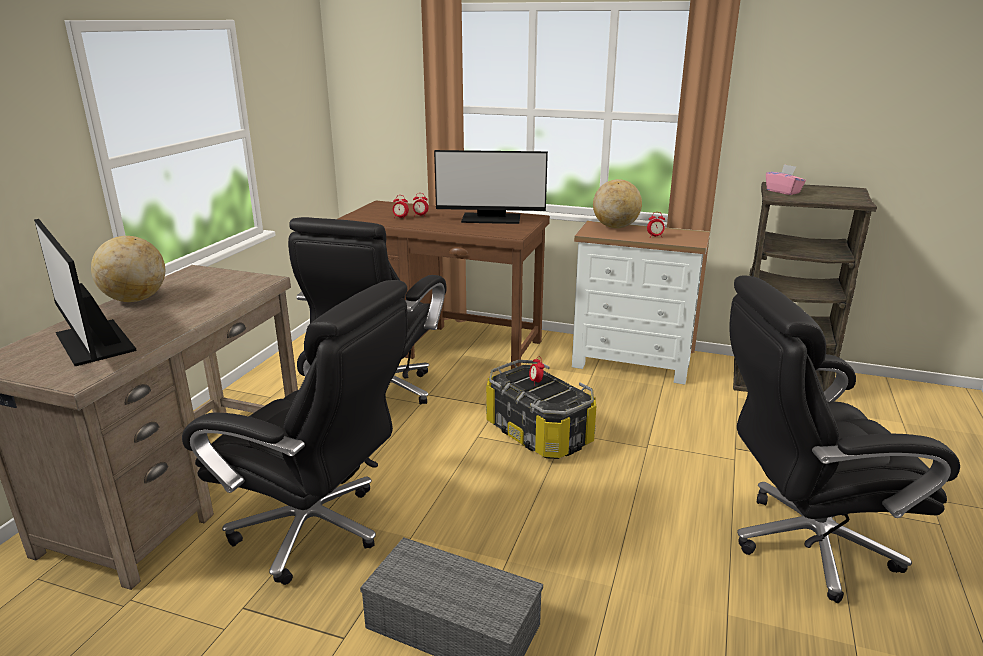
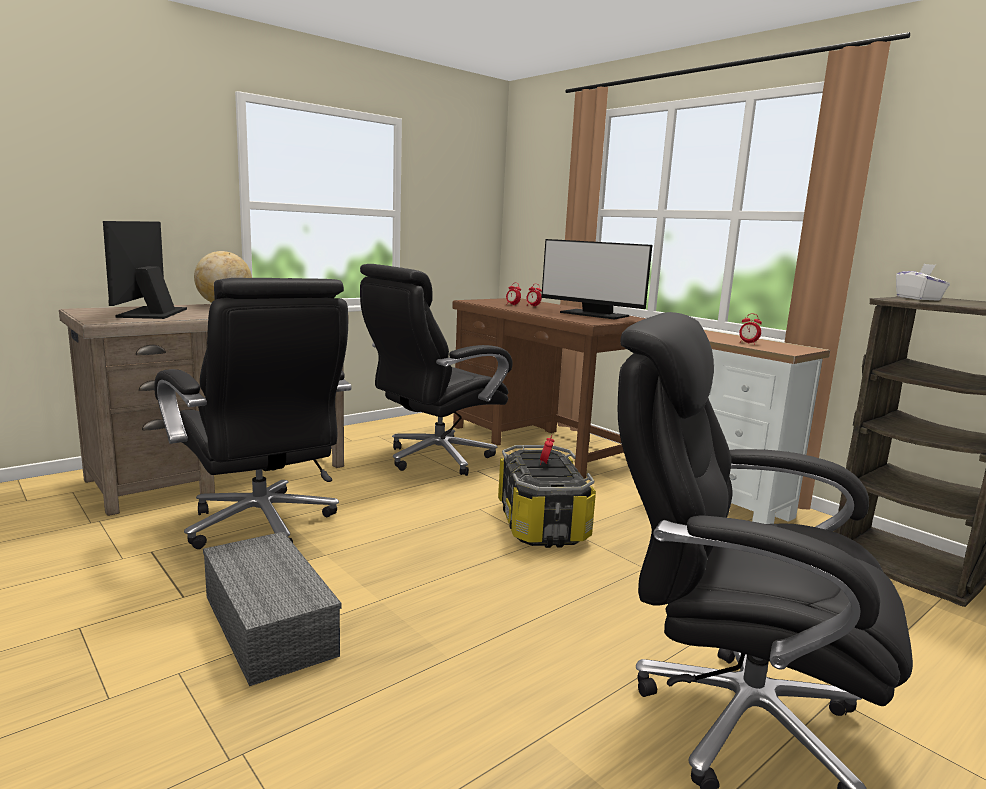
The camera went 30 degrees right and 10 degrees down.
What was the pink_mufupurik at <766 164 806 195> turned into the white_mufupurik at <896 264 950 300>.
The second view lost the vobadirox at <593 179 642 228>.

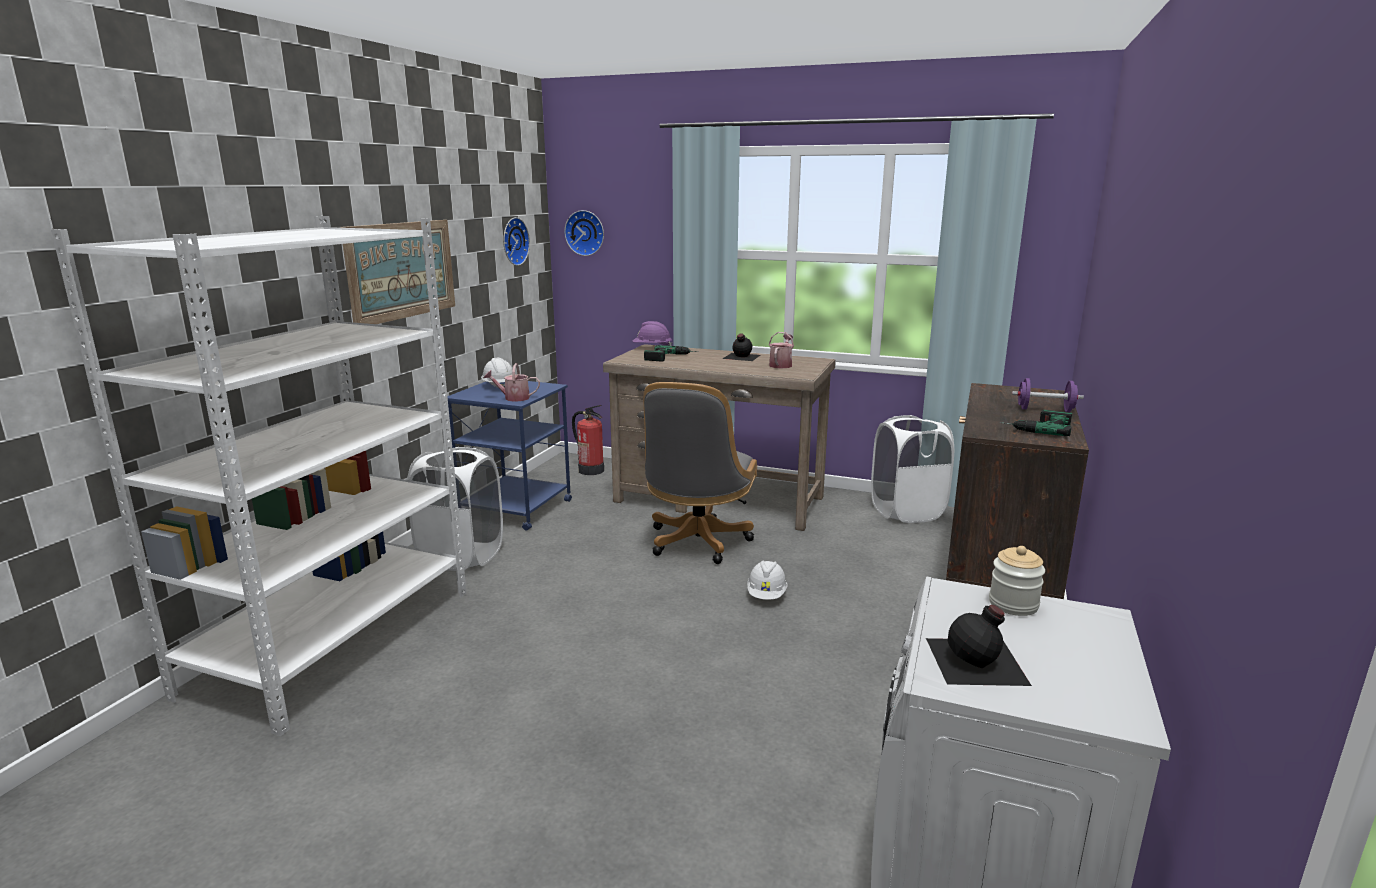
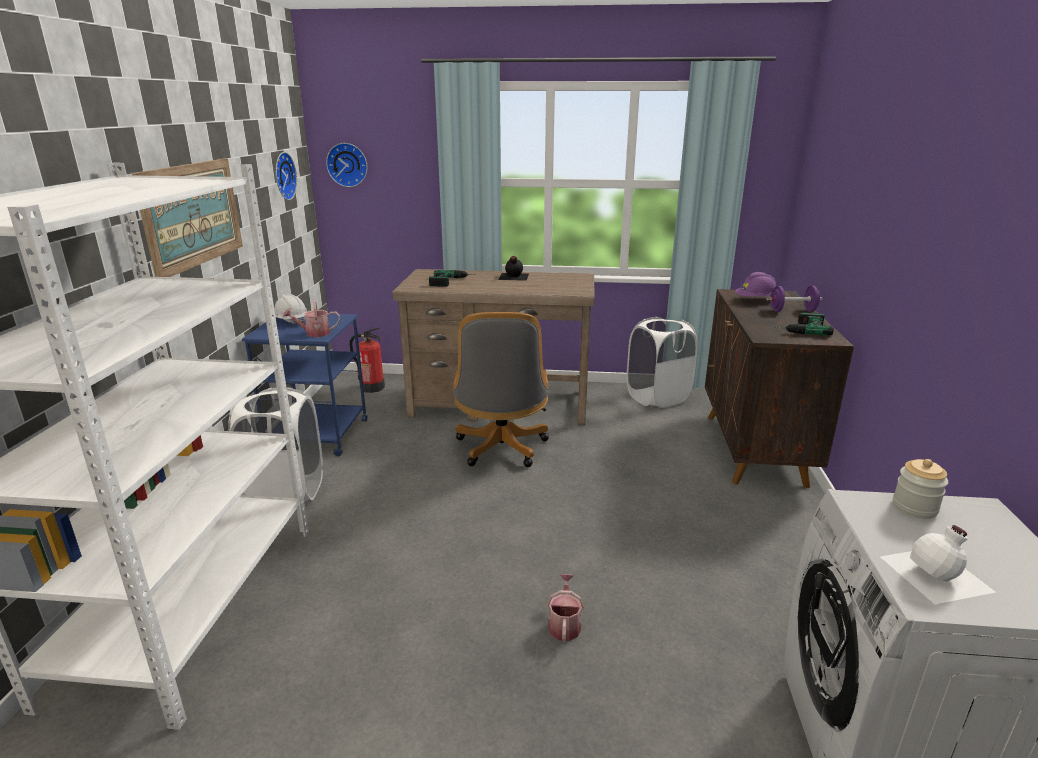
The camera went 15 degrees left and 5 degrees up.
The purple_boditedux ended up elsewhere, having gone from <632 321 673 346> to <735 272 776 297>.
The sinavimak ended up elsewhere, having gone from <768 332 794 368> to <547 574 584 642>.
The second view lost the white_boditedux at <747 561 788 600>.
What was the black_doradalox at <926 605 1032 686> turned into the white_doradalox at <880 525 996 604>.

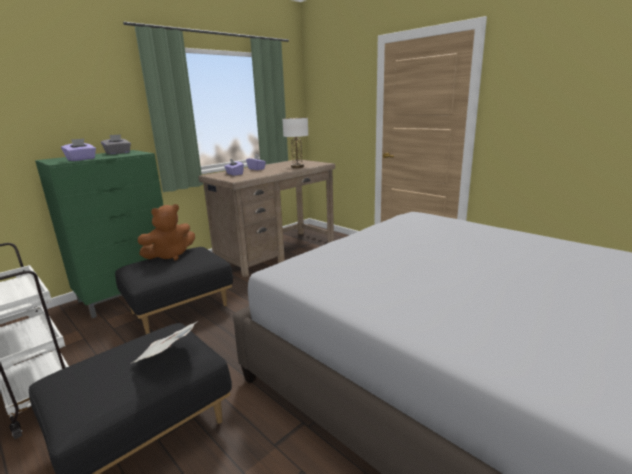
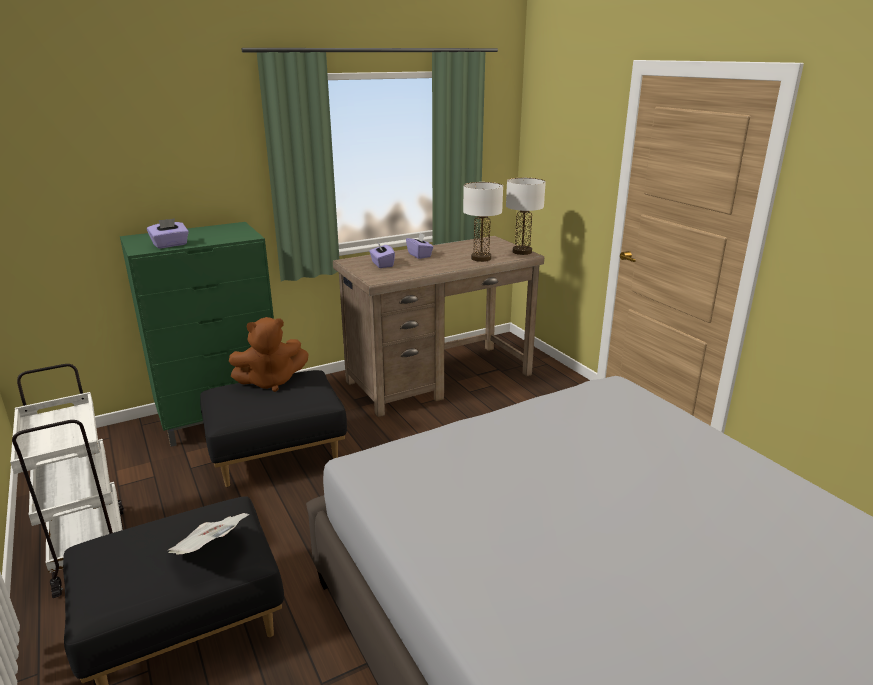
The camera went 15 degrees right and 5 degrees up.
The second view lost the grey_mufupurik at <101 134 131 155>.
The second view gained the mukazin at <506 178 546 255>.

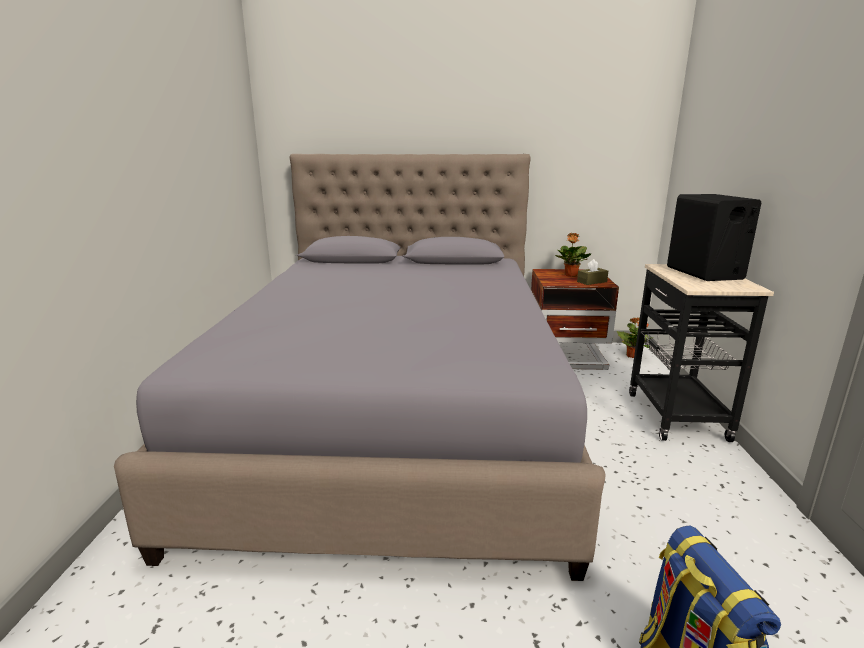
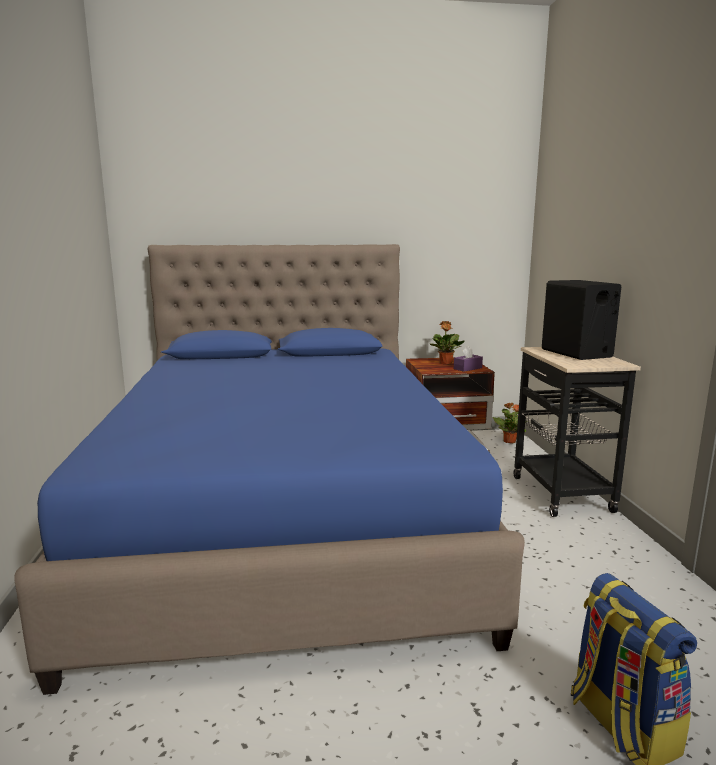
The camera went 10 degrees left and 5 degrees down.
What was the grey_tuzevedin at <114 154 606 581> turned into the blue_tuzevedin at <14 244 525 695>.
What was the brown_mufupurik at <577 259 608 285> turned into the purple_mufupurik at <454 346 483 372>.

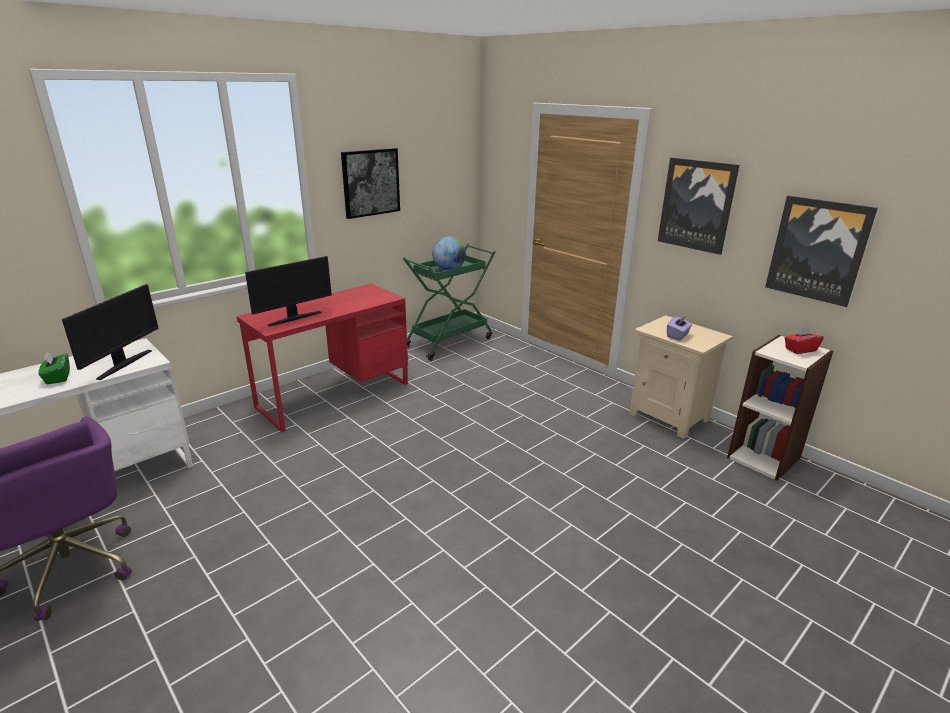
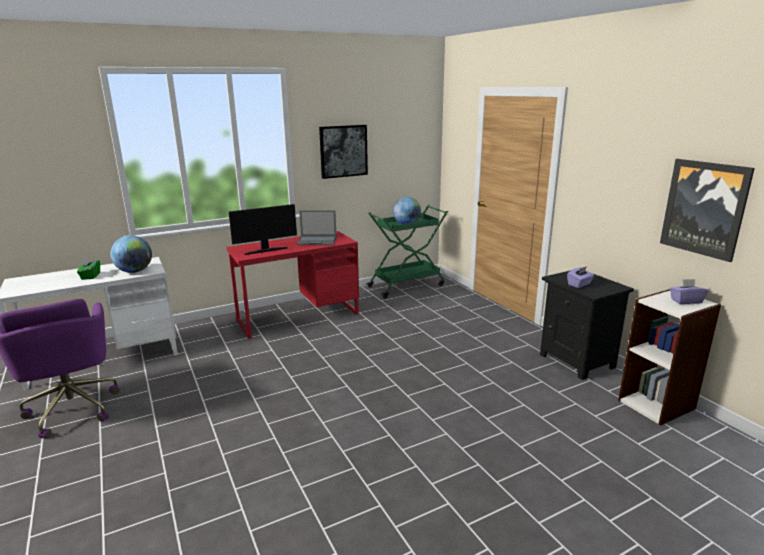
The camera went 15 degrees right and 5 degrees down.
The second view lost the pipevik at <658 158 739 255>.
Where the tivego stood at <62 284 159 380>, the vobadirox came to stand at <110 235 152 273>.
What was the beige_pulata at <629 315 733 439> turned into the black_pulata at <540 270 634 380>.
What was the red_mufupurik at <785 326 824 354> turned into the purple_mufupurik at <670 279 708 304>.
The second view gained the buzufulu at <296 210 337 245>.

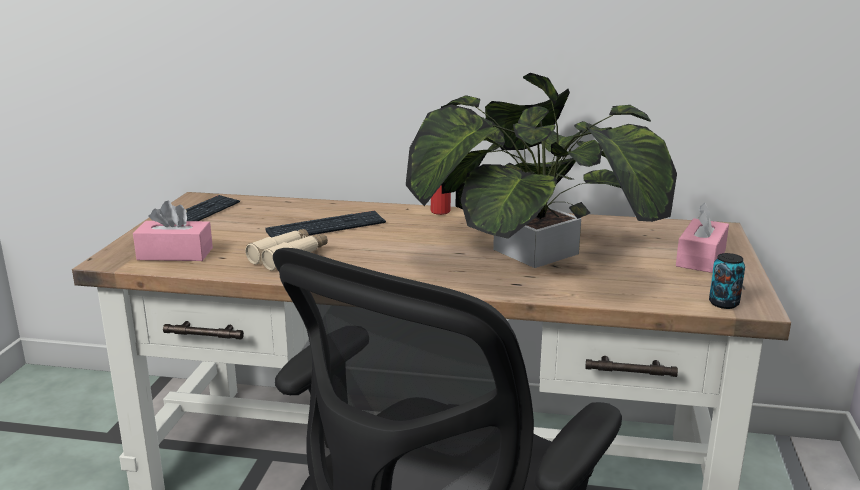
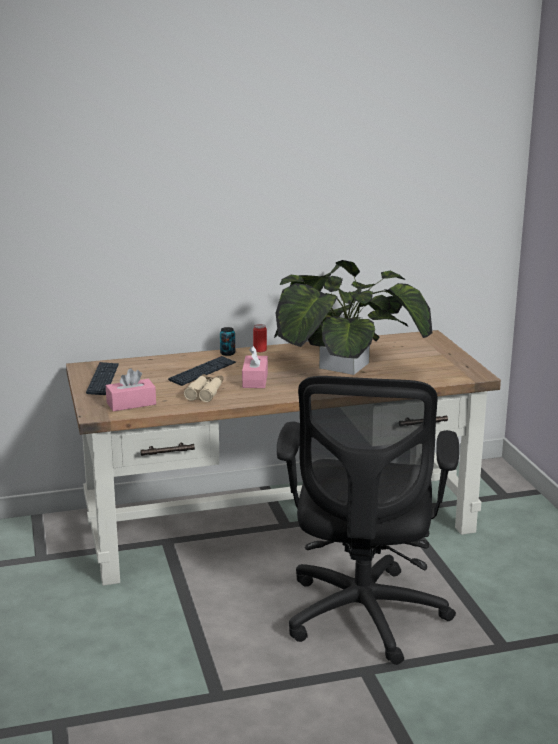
The camera went 25 degrees left and 0 degrees up.
The pink_mufupurik ended up elsewhere, having gone from <676 203 729 273> to <242 346 268 388>.
The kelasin ended up elsewhere, having gone from <709 253 745 309> to <220 327 235 356>.

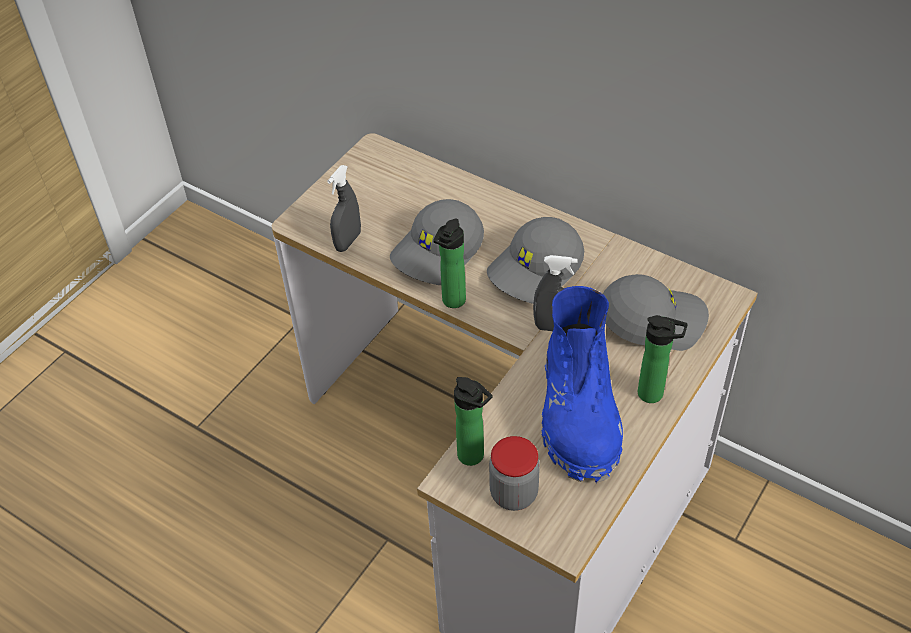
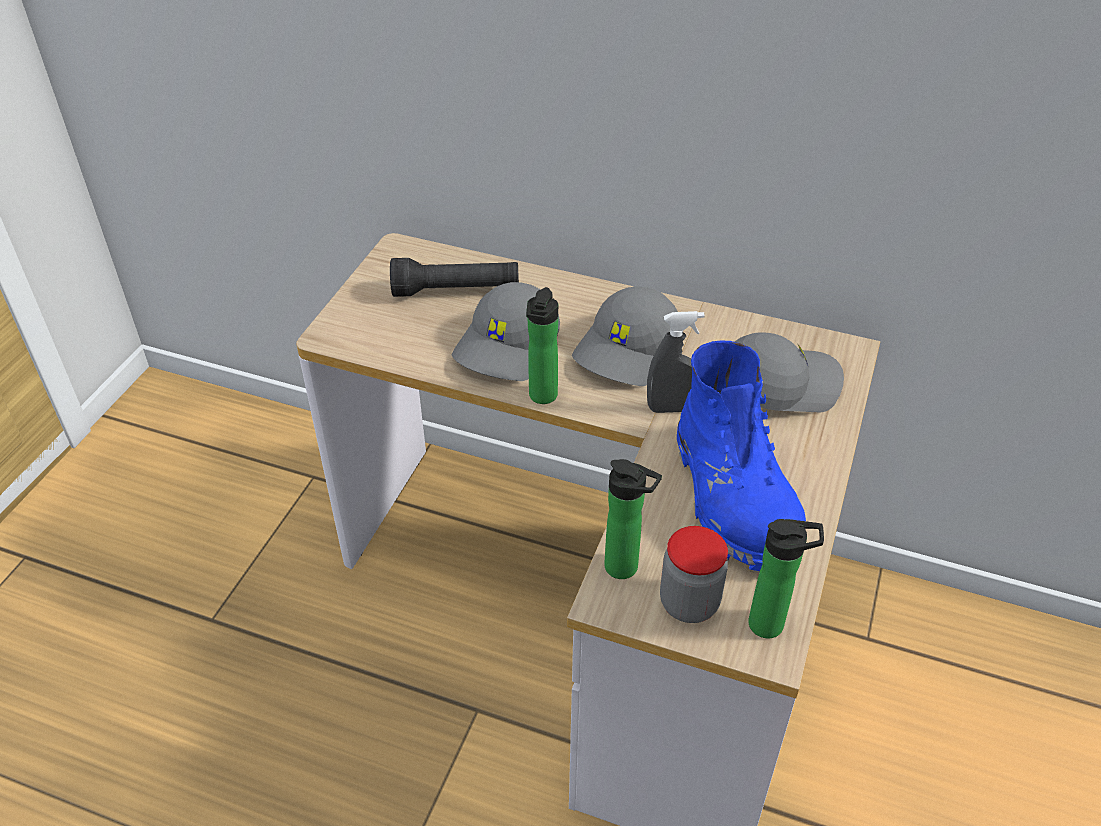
The camera went 15 degrees left and 5 degrees down.
The second view lost the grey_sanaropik at <327 165 361 252>.
The doradalox ended up elsewhere, having gone from <638 315 688 403> to <748 519 824 639>.
The second view gained the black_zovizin at <390 258 519 297>.

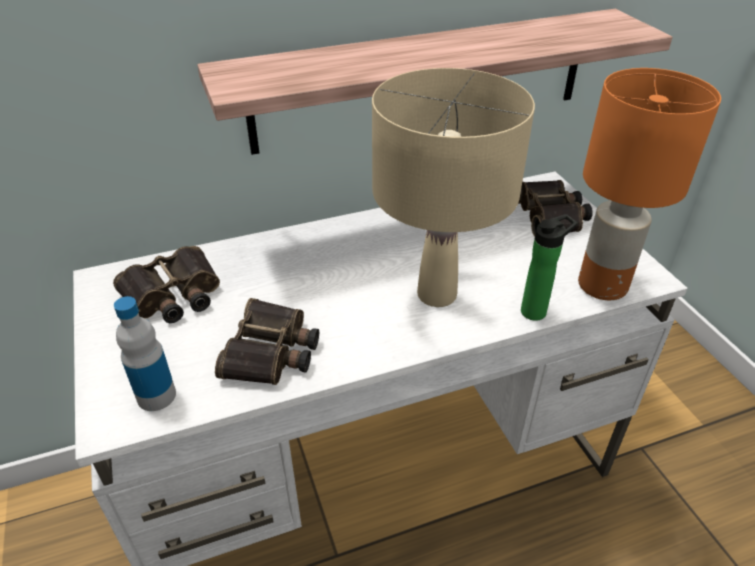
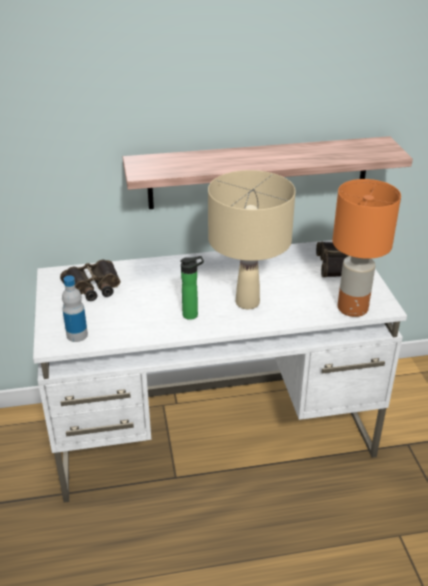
The camera went 10 degrees right and 5 degrees down.
The doradalox ended up elsewhere, having gone from <521 214 577 321> to <180 256 204 320>.
The second view lost the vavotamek at <215 298 319 385>.

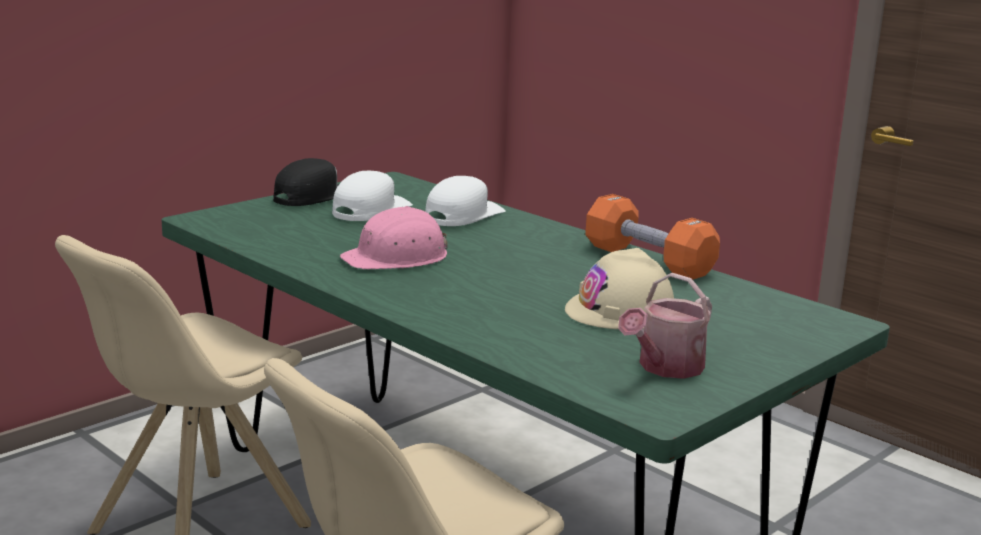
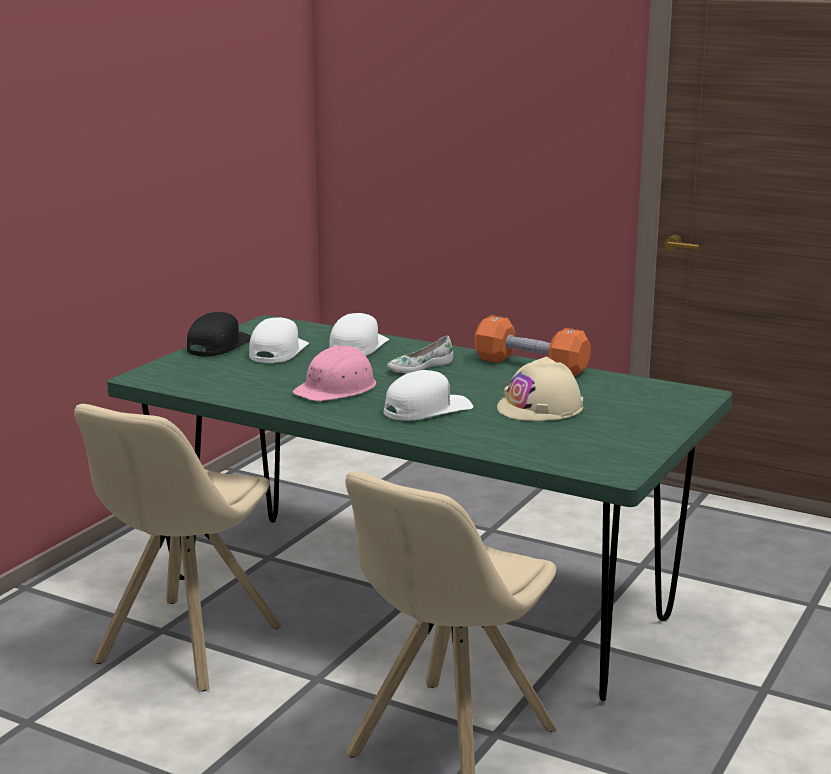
The camera went 15 degrees left and 0 degrees up.
The second view lost the sinavimak at <618 273 712 379>.
The second view gained the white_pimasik at <387 336 453 373>.
The second view gained the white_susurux at <384 370 473 421>.

